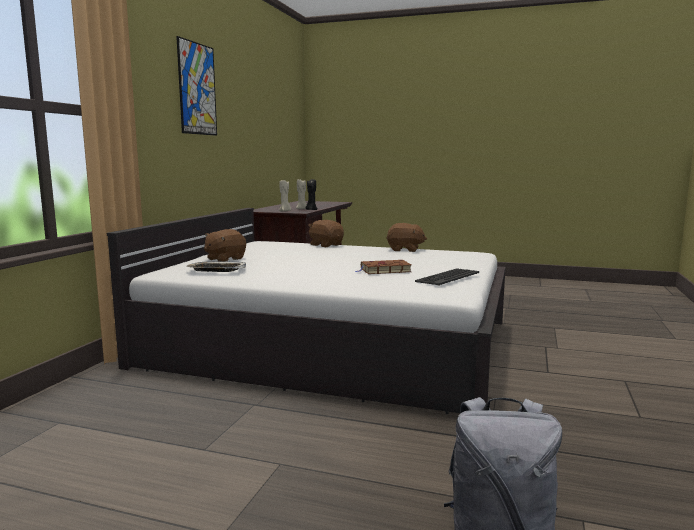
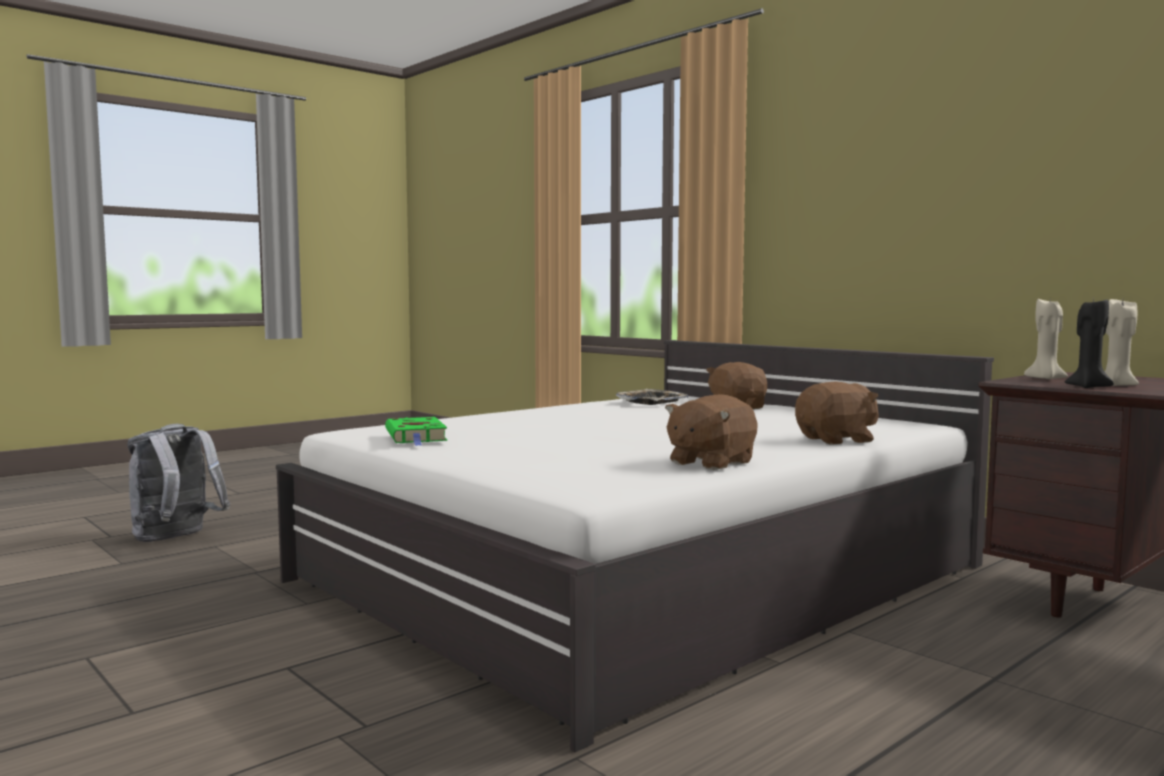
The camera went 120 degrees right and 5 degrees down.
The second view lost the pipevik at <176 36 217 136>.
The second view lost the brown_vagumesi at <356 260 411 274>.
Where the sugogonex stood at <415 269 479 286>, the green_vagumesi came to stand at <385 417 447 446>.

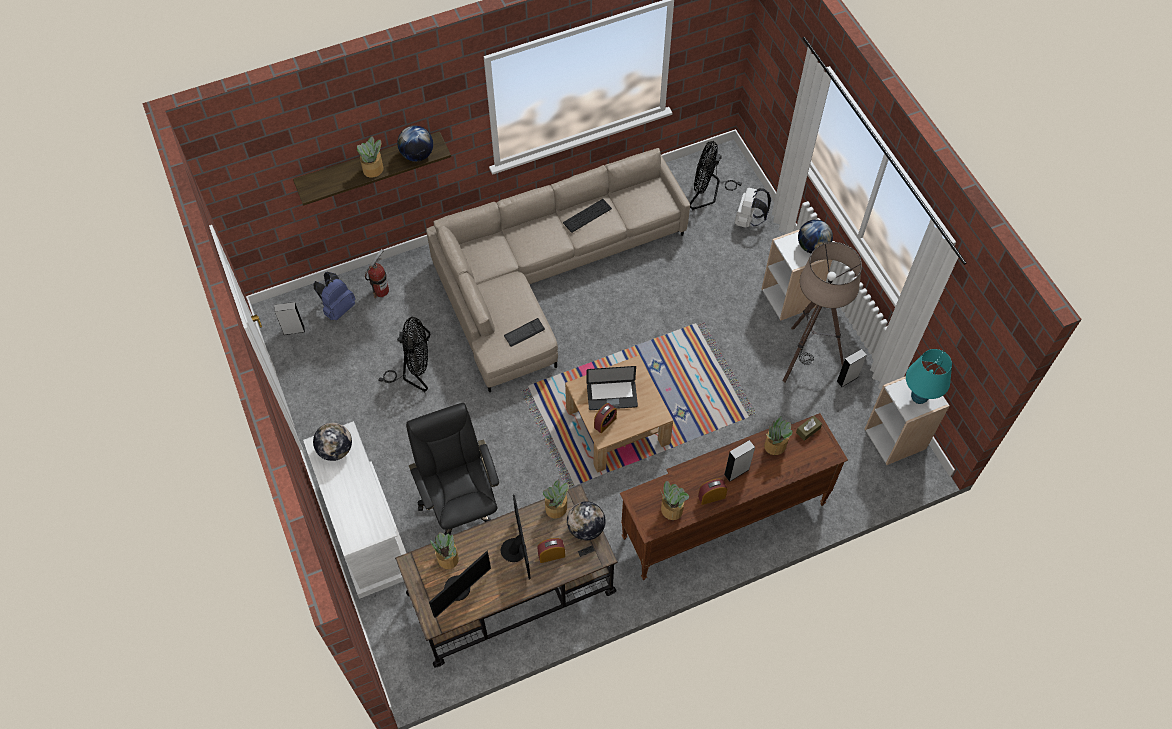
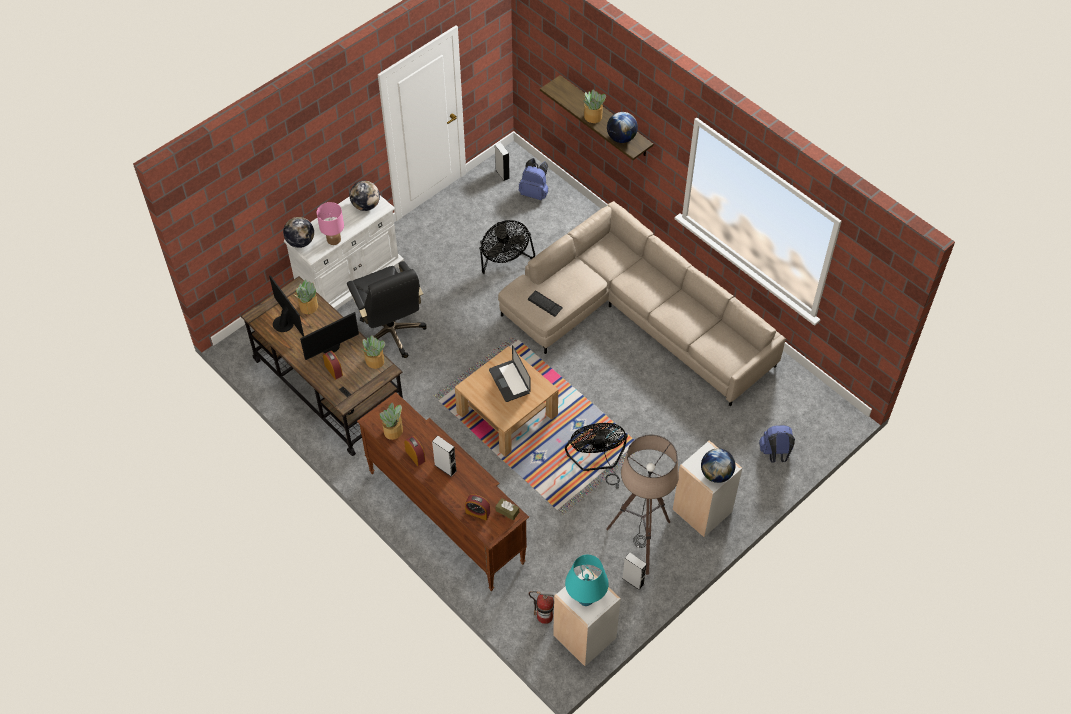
The camera went 70 degrees right and 5 degrees down.
The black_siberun ended up elsewhere, having gone from <690 141 743 211> to <565 423 628 488>.
What was the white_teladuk at <735 188 771 228> turned into the blue_teladuk at <759 425 795 463>.
The second view lost the sugogonex at <563 199 612 233>.
The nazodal ended up elsewhere, having gone from <365 249 389 298> to <529 591 558 624>.
The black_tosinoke at <406 403 499 535> ended up facing another way, 105 degrees clockwise from before.
The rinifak ended up elsewhere, having gone from <594 403 617 433> to <465 494 490 520>.
The second view lost the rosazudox at <764 417 792 455>.
The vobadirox ended up elsewhere, having gone from <567 501 605 541> to <283 217 314 248>.
The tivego at <429 550 491 618> ended up facing another way, 150 degrees counterclockwise from before.
The second view gained the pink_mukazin at <317 202 344 245>.

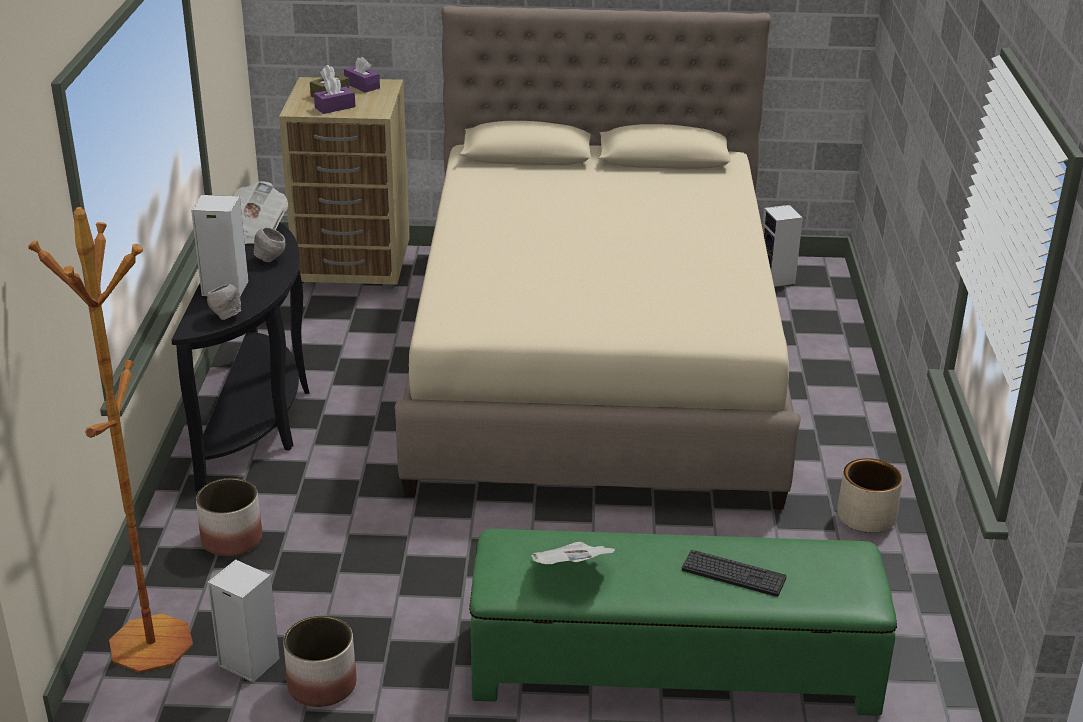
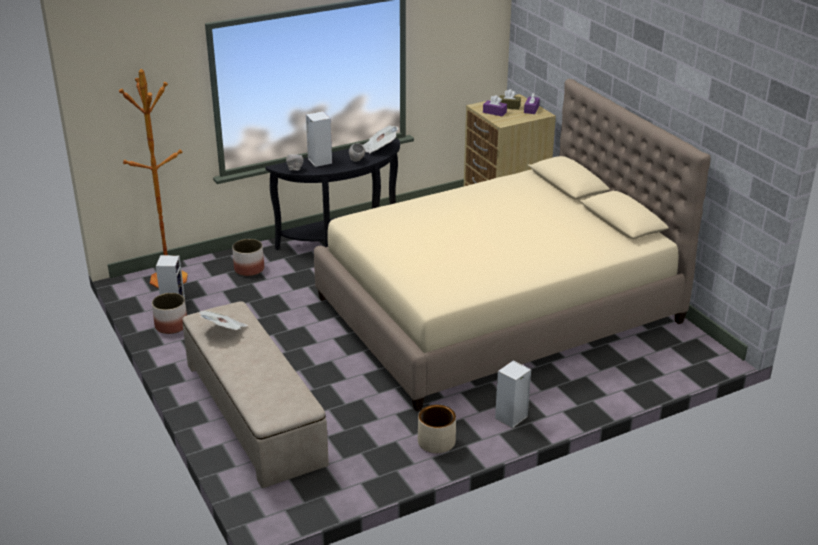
The camera went 60 degrees right and 0 degrees up.
The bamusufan ended up elsewhere, having gone from <762 205 803 287> to <495 360 531 428>.
What was the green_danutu at <469 529 897 716> turned into the beige_danutu at <182 301 329 488>.
The second view lost the sugogonex at <682 550 786 597>.

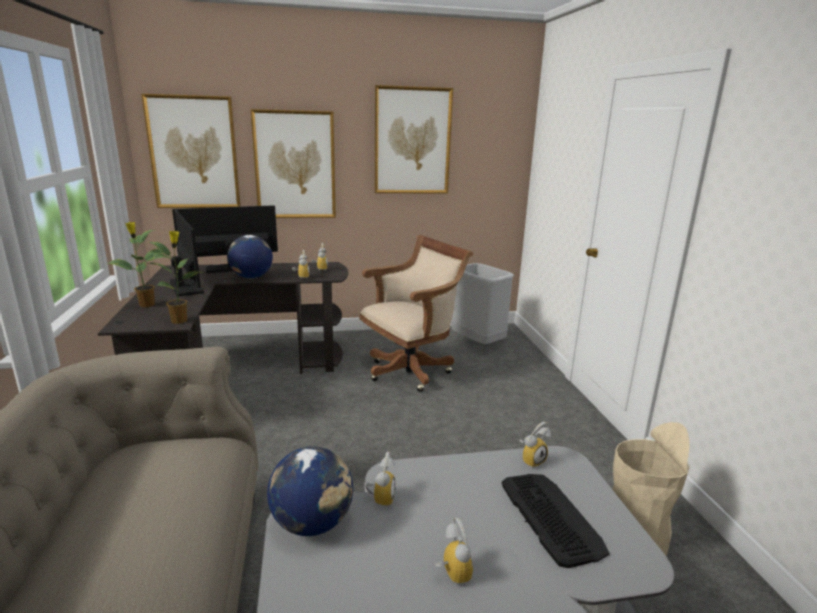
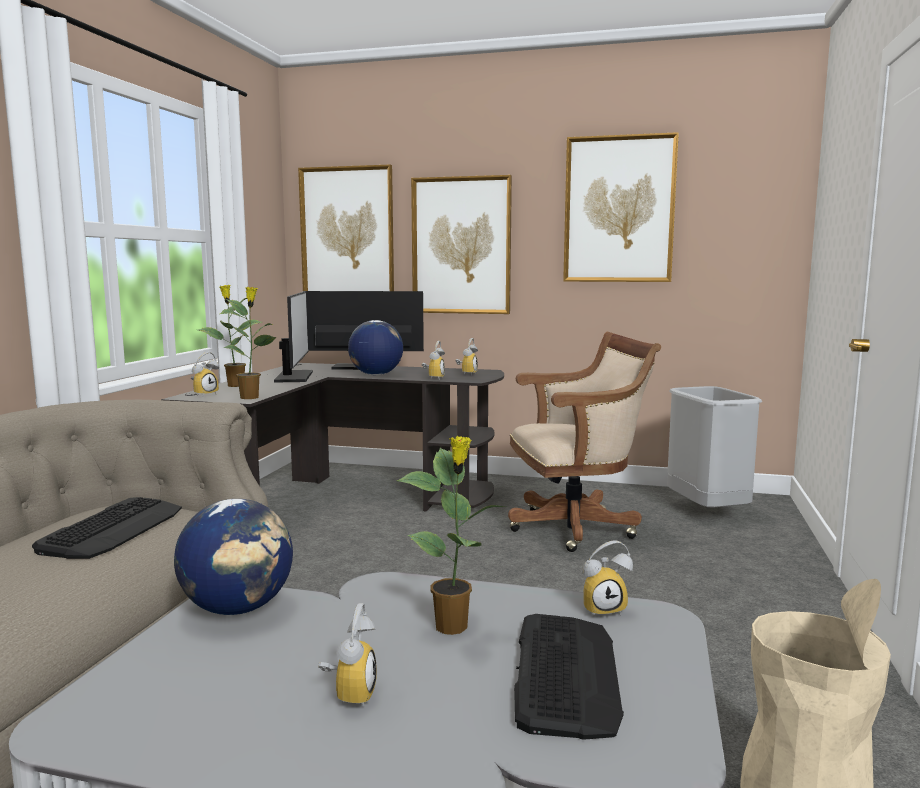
The camera went 25 degrees right and 10 degrees down.
The rinifak ended up elsewhere, having gone from <364 452 396 506> to <191 352 219 396>.
The second view gained the rosazudox at <396 436 507 635>.
The second view gained the sugogonex at <32 497 182 559>.

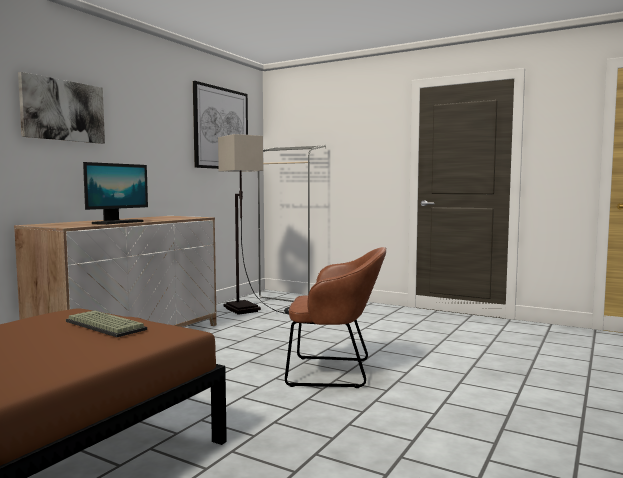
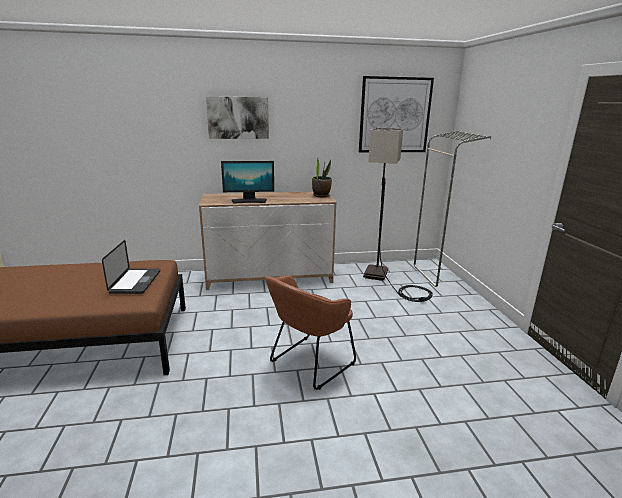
The camera went 50 degrees right and 15 degrees up.
The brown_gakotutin at <285 247 386 388> ended up facing another way, 75 degrees clockwise from before.
Where the sugogonex stood at <66 310 147 337>, the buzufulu came to stand at <102 240 161 294>.
The second view gained the rosazudox at <312 157 332 197>.

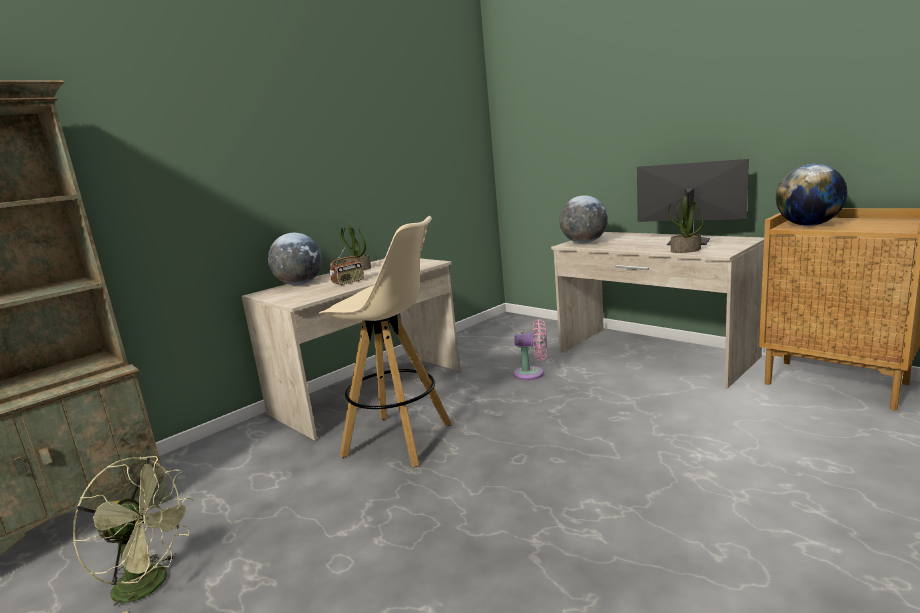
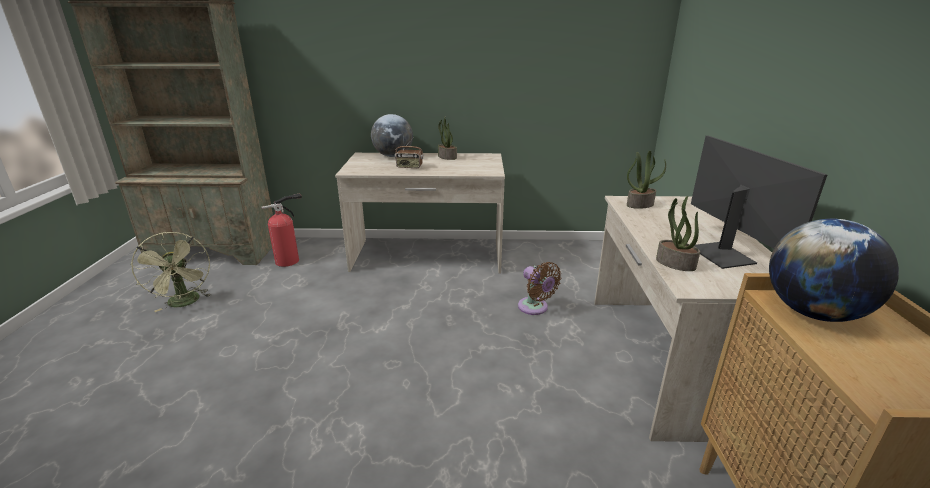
The camera went 45 degrees right and 10 degrees up.
Where the vobadirox stood at <559 195 608 243>, the rosazudox came to stand at <627 151 666 209>.
The second view lost the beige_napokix at <319 216 452 467>.
What was the pink_siberun at <514 319 547 380> turned into the brown_siberun at <518 262 561 315>.
The second view gained the nazodal at <261 193 302 267>.

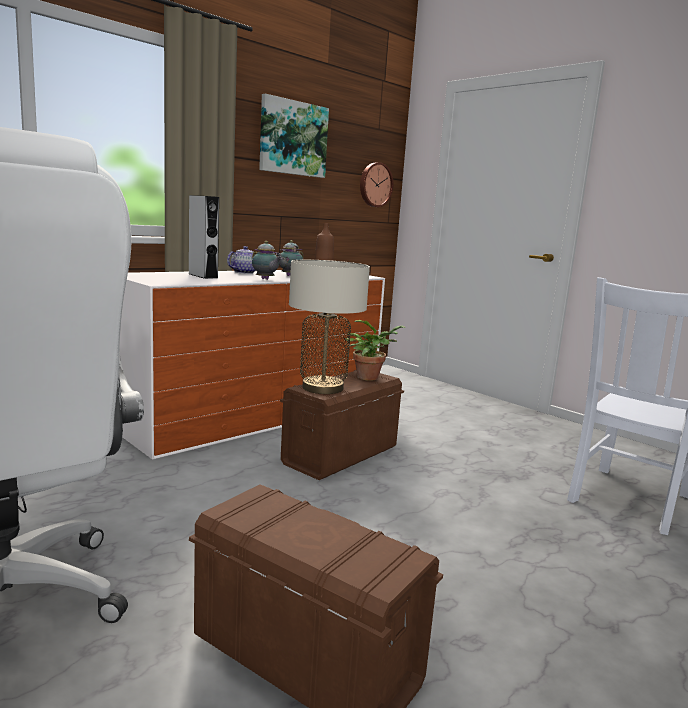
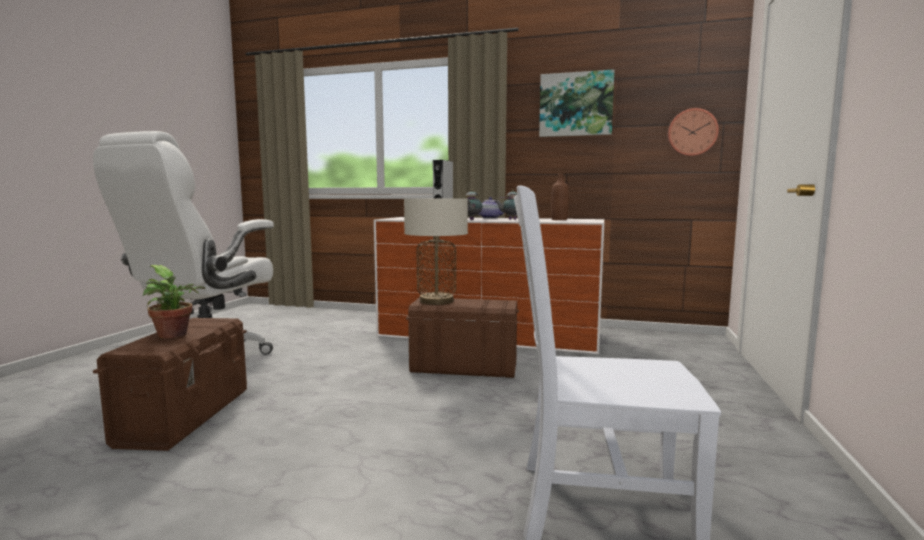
The camera went 60 degrees right and 5 degrees down.
The rosazudox ended up elsewhere, having gone from <345 320 406 381> to <143 265 206 339>.

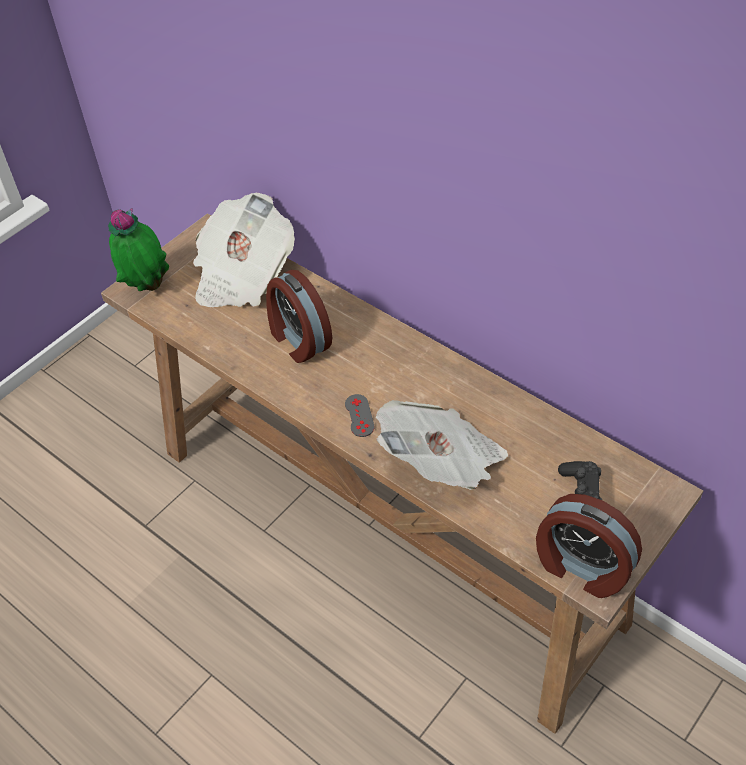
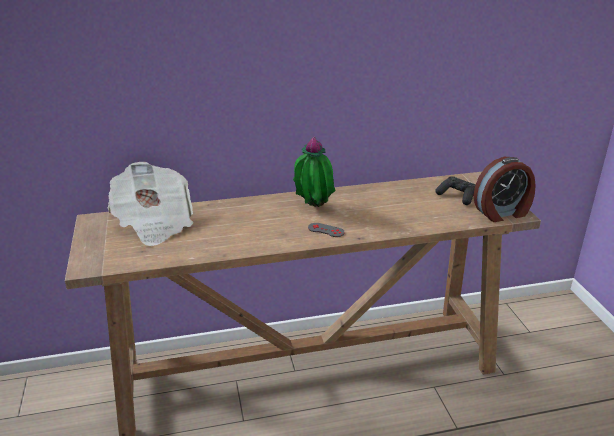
The camera went 55 degrees left and 20 degrees down.
The rosazudox ended up elsewhere, having gone from <108 208 169 291> to <293 137 336 207>.
The second view lost the rinifak at <266 270 332 363>.
The second view lost the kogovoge at <376 400 508 490>.

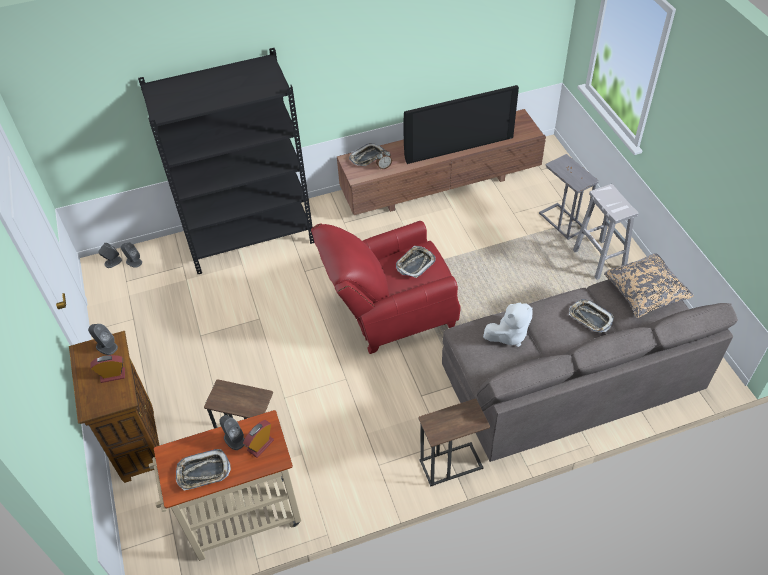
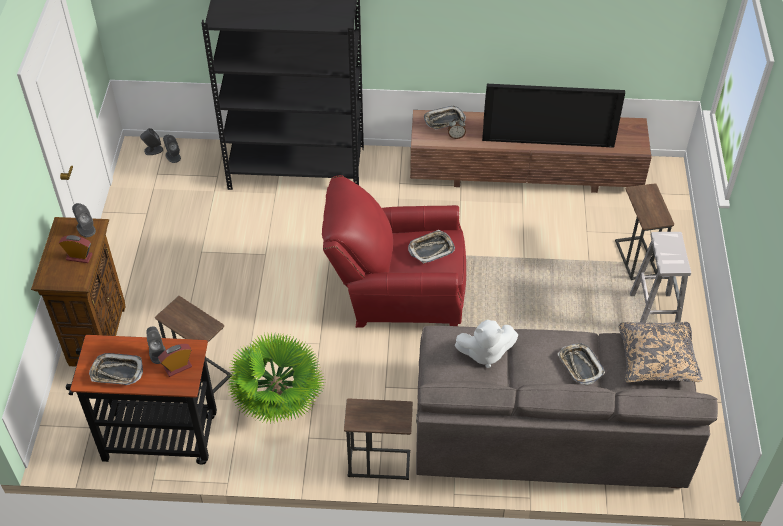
The camera went 20 degrees right and 0 degrees up.
What was the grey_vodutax at <539 154 599 240> turned into the brown_vodutax at <615 183 674 280>.
What was the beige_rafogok at <149 410 301 561> turned into the black_rafogok at <66 335 217 465>.
The second view gained the rosazudox at <228 332 324 423>.

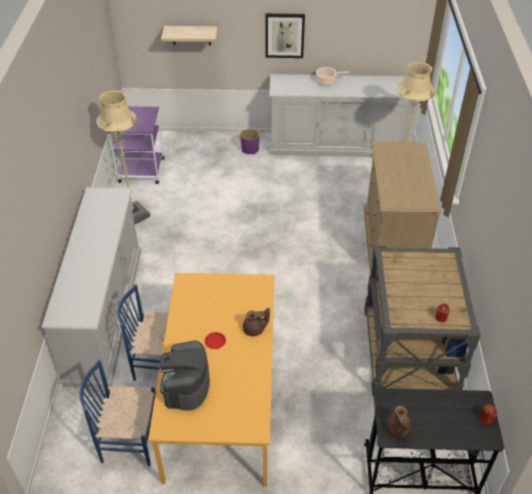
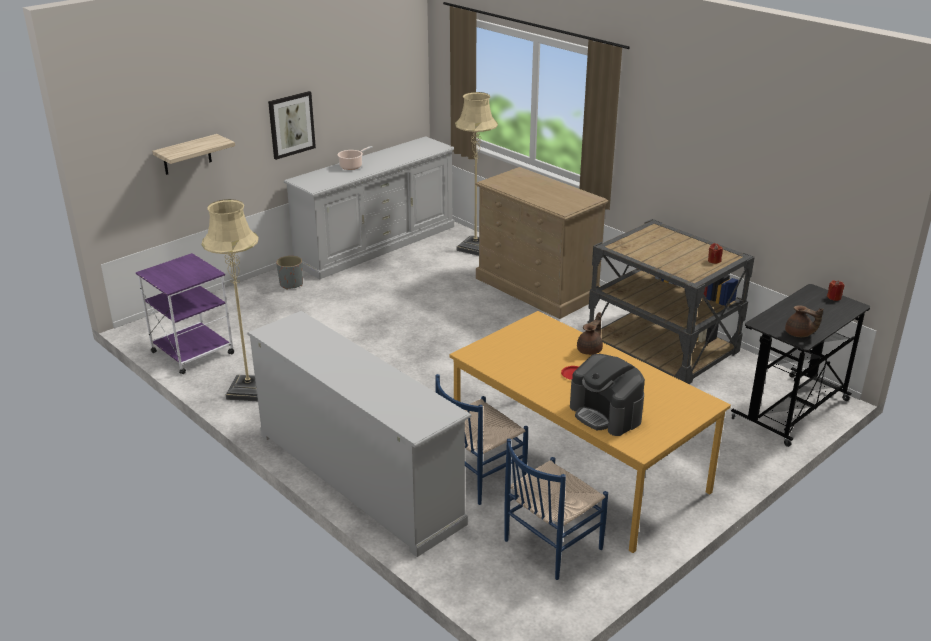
The camera went 45 degrees left and 15 degrees down.
What was the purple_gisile at <240 128 260 155> turned into the grey_gisile at <276 256 303 290>.

